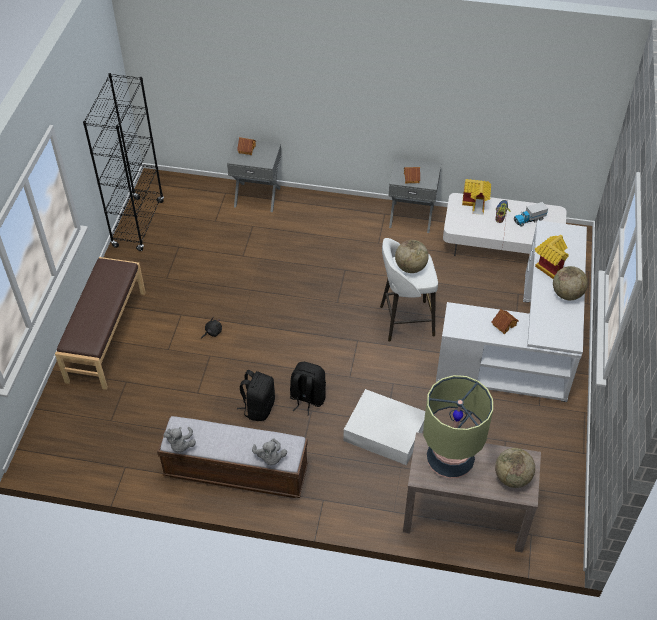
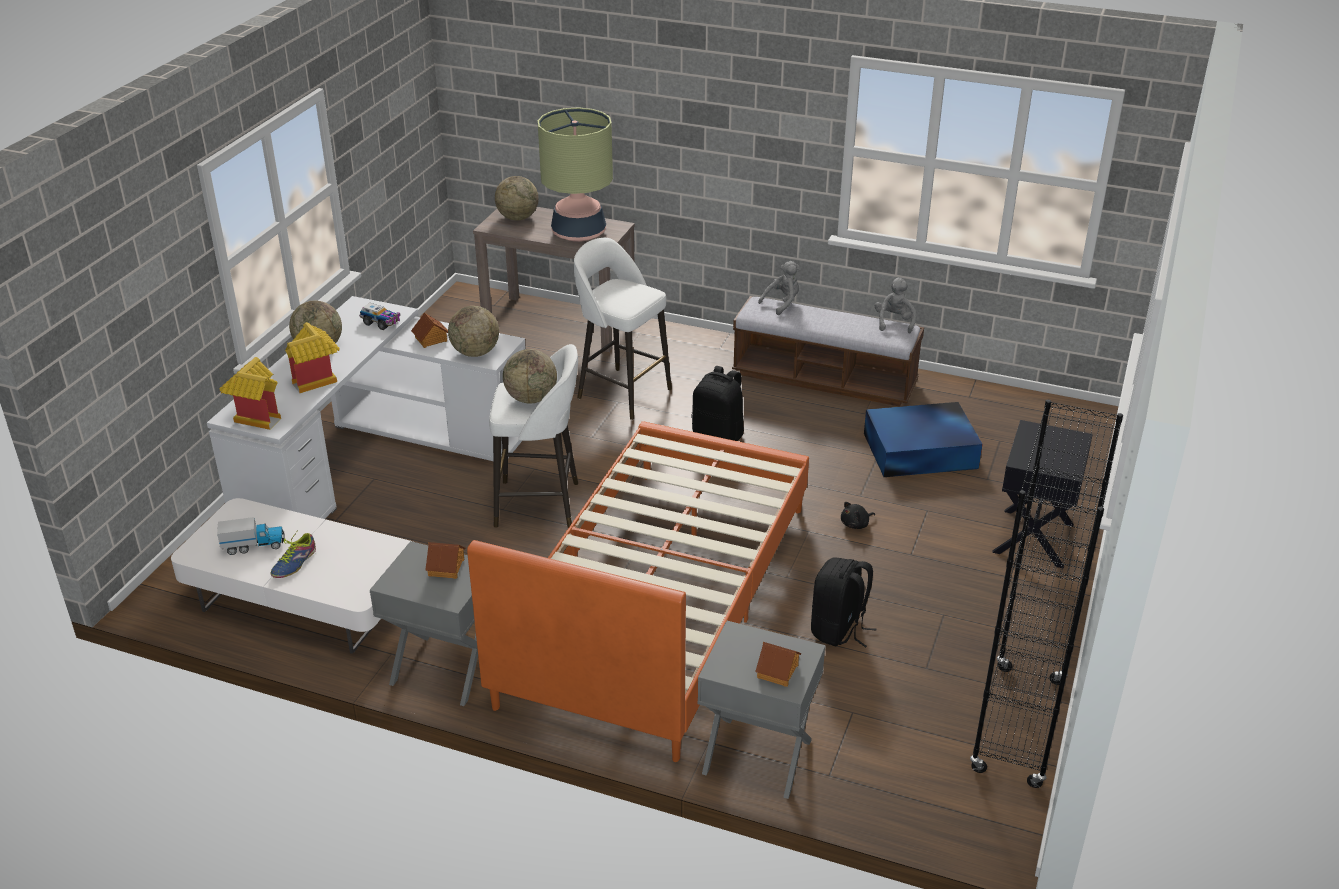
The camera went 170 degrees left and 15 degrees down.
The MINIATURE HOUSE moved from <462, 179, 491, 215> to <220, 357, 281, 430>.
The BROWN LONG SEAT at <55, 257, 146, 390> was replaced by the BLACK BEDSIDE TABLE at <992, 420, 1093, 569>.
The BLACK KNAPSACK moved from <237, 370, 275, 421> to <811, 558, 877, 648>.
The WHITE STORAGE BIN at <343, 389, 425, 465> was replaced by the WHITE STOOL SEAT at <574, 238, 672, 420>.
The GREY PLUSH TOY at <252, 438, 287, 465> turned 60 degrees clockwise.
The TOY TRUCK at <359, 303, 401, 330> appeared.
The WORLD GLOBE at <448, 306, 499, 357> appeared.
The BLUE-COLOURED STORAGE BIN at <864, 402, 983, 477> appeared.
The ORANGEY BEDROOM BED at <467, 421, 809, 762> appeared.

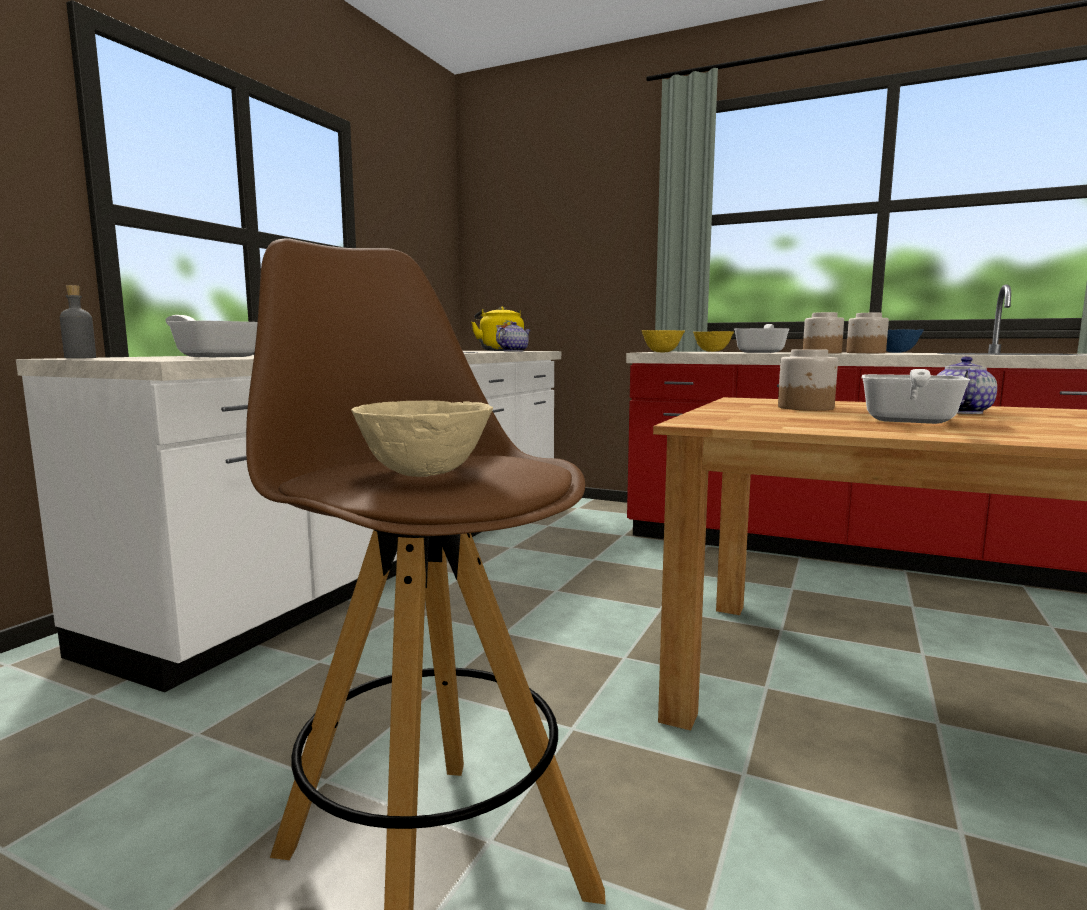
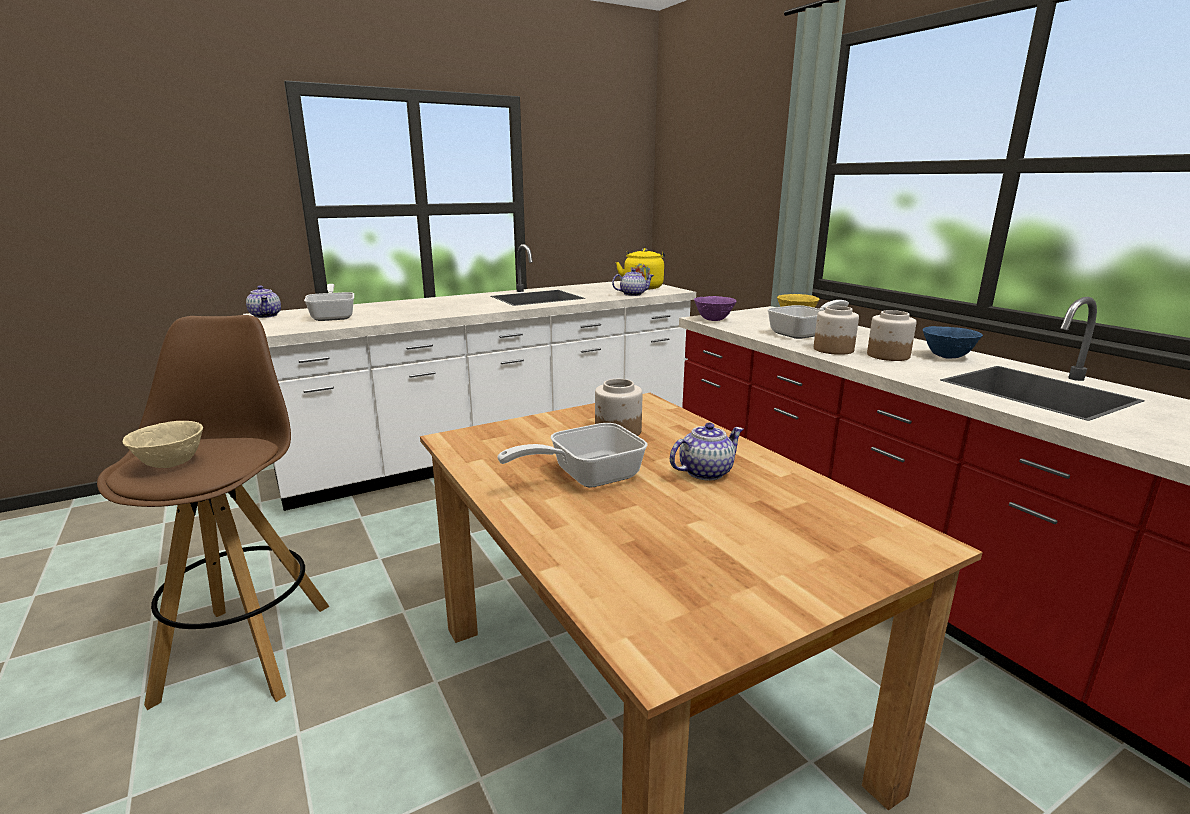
The camera went 35 degrees right and 10 degrees up.
The GREY BEVERAGE BOTTLE at <60, 285, 96, 358> was replaced by the TEAPOT at <246, 285, 281, 318>.
The YELLOW DEEP DISH at <642, 330, 685, 352> became the PURPLE-COLOURED DEEP DISH at <694, 296, 737, 321>.

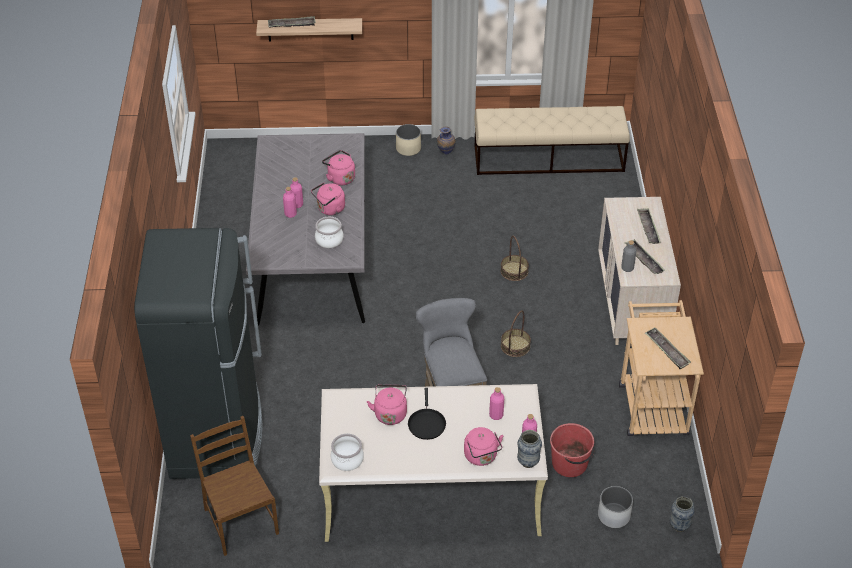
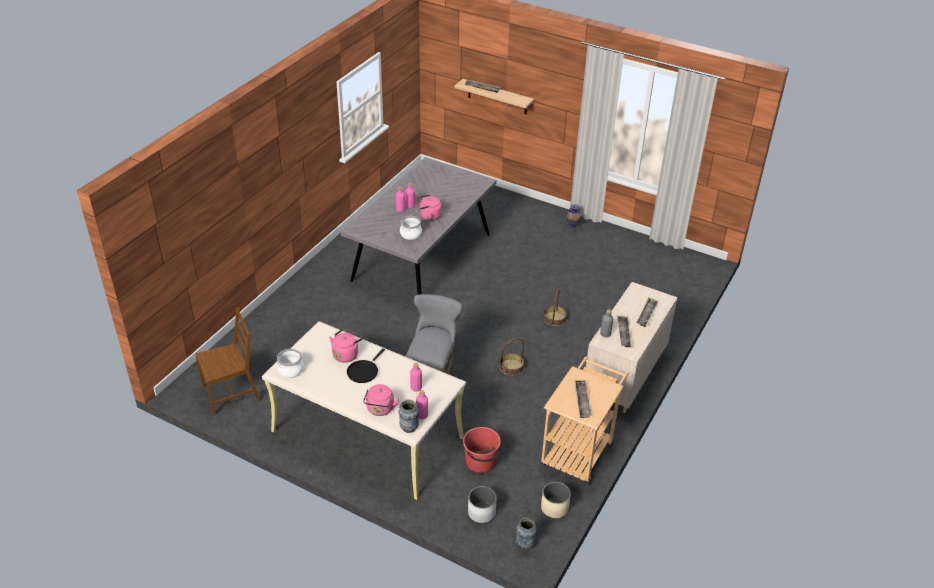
The camera went 30 degrees right and 5 degrees down.
The SAND-COLOURED LONG SEAT at <474, 106, 630, 175> disappeared.
The SAND-COLOURED PLANT POT moved from <396, 124, 421, 156> to <541, 482, 571, 518>.
The PINK TEA KETTLE at <322, 150, 355, 186> disappeared.
The BLACK KITCHEN FRIDGE at <134, 228, 263, 479> disappeared.
The BROWN CHAIR at <190, 416, 279, 556> turned 60 degrees clockwise.

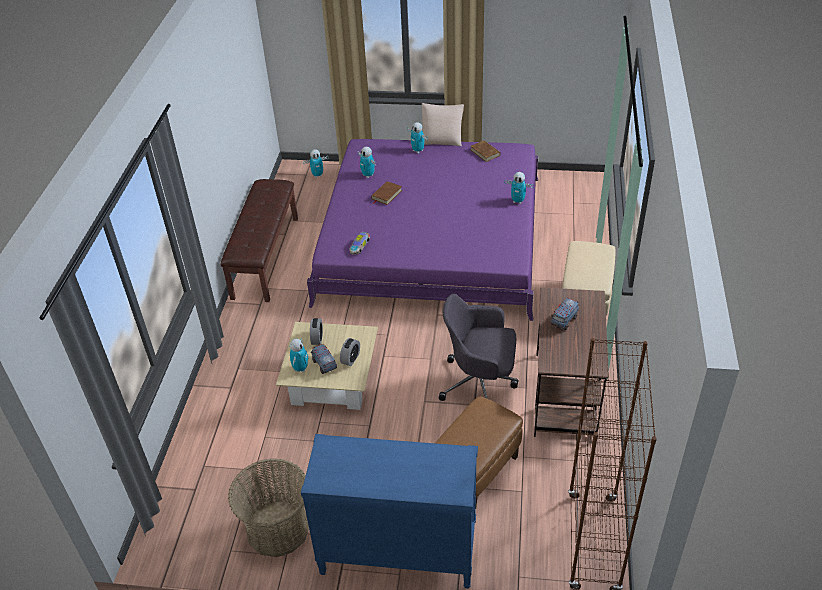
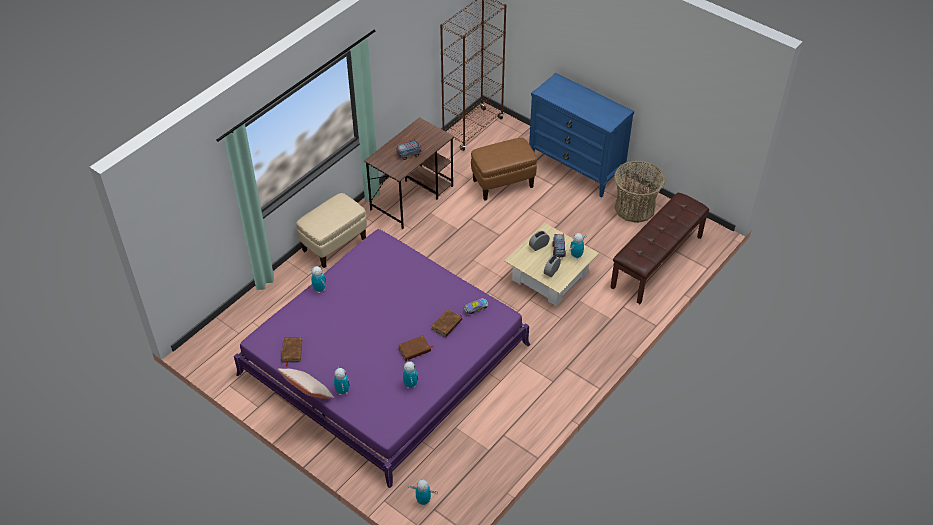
The camera went 150 degrees left and 5 degrees up.
The BROWN LONG SEAT moved from <221, 179, 298, 302> to <610, 193, 709, 304>.
The GREY COMPUTER CHAIR at <439, 294, 518, 401> disappeared.
The BROWN BOOK at <432, 309, 462, 337> appeared.

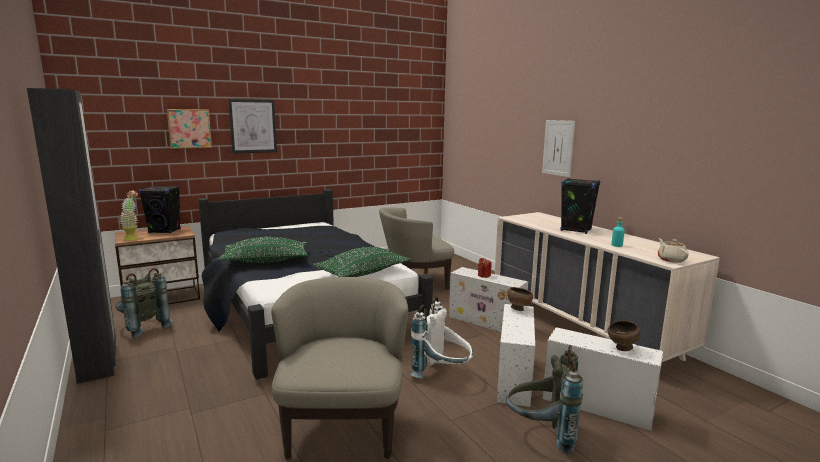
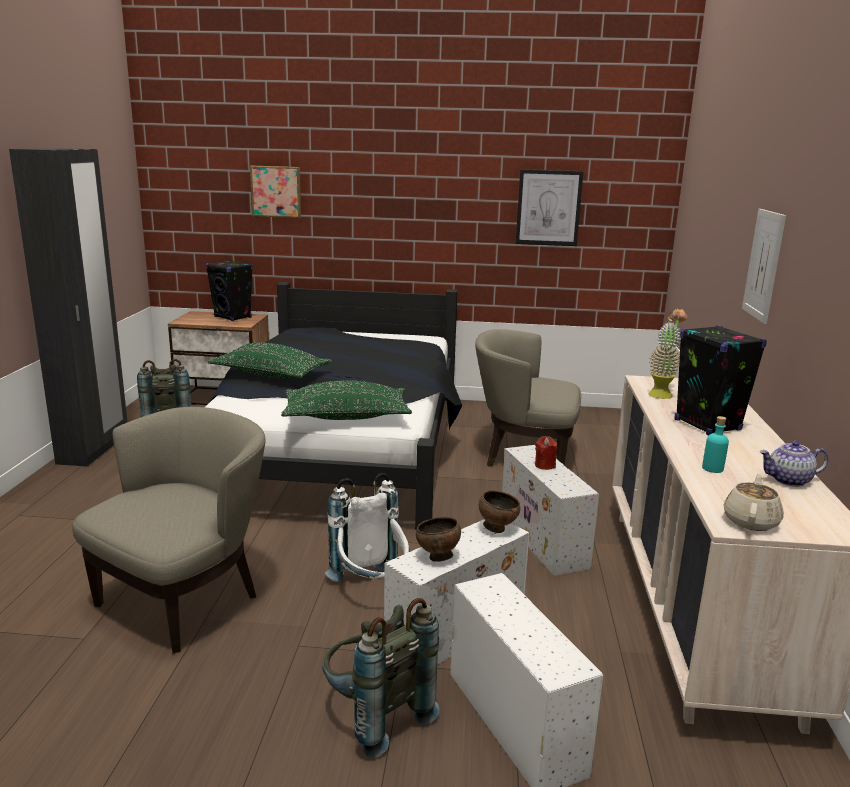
The camera went 35 degrees right and 5 degrees up.
The PICTURE moved from <228, 99, 277, 154> to <516, 169, 583, 246>.
The HOUSEPLANT moved from <119, 191, 138, 240> to <648, 309, 687, 399>.
The BROWN DEEP DISH moved from <607, 320, 640, 351> to <416, 517, 461, 562>.
The TEAPOT at <759, 441, 829, 487> appeared.

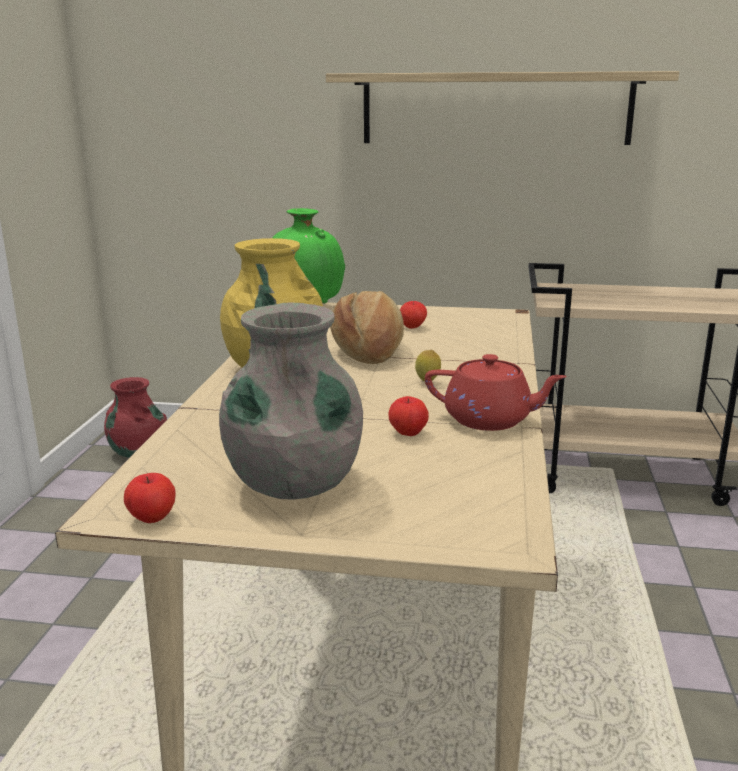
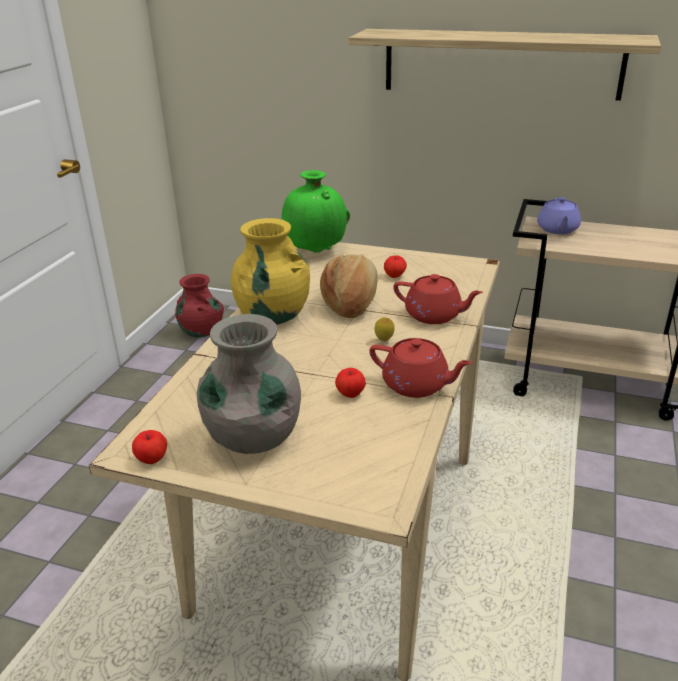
The camera went 10 degrees right and 10 degrees up.
The PURPLE-COLOURED TEAPOT at <537, 197, 581, 234> appeared.
The REDDISH TEAPOT at <393, 274, 483, 324> appeared.

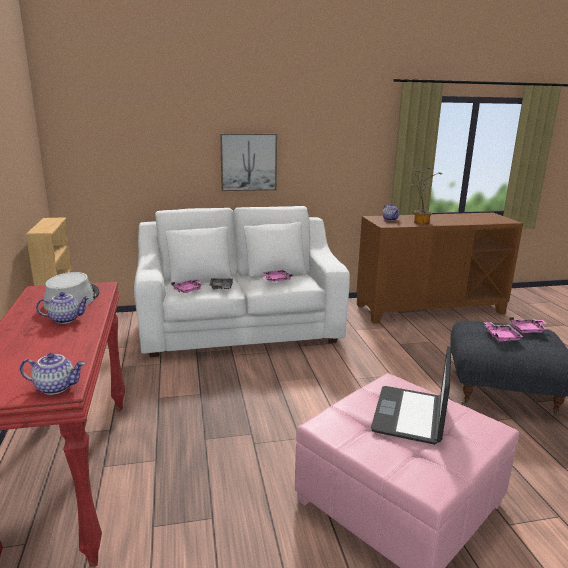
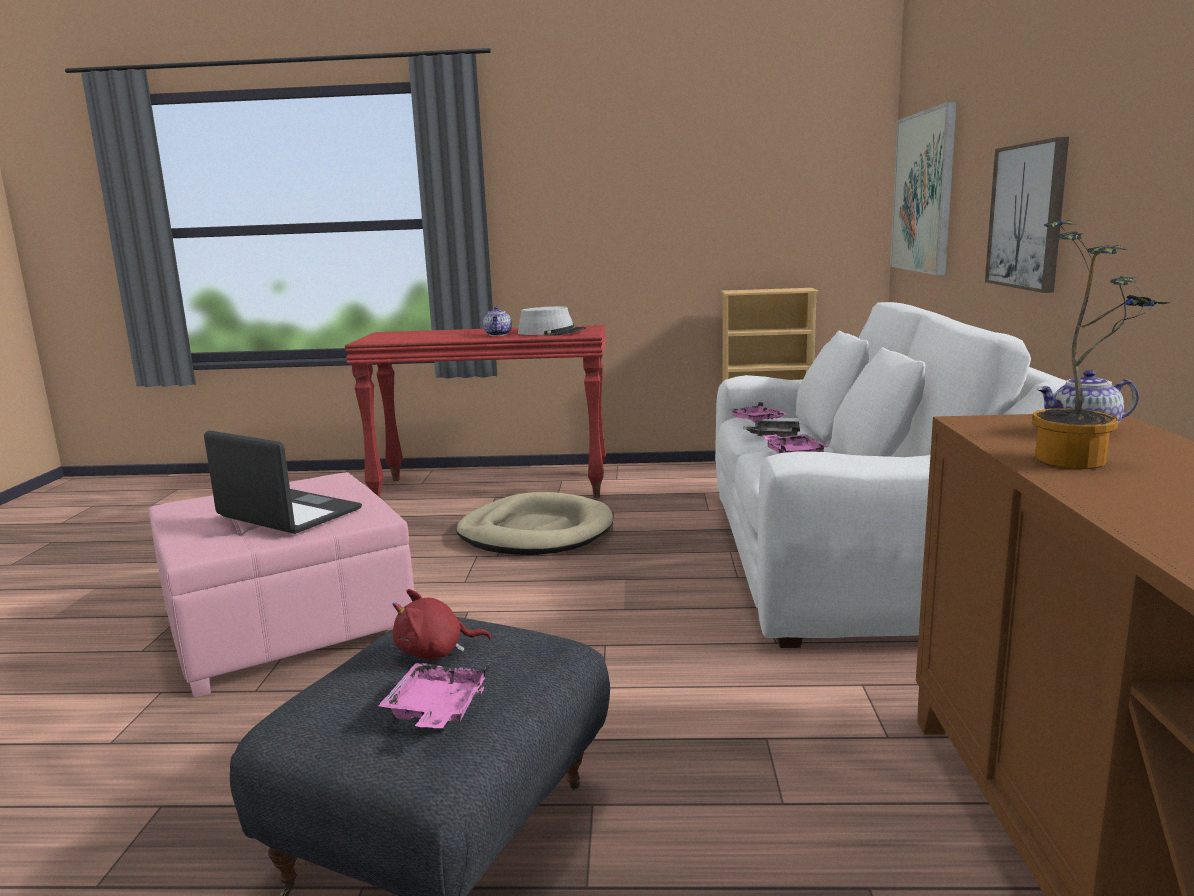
The camera went 105 degrees right and 5 degrees down.
The PINK SERVING TRAY at <484, 322, 523, 342> was replaced by the REDDISH PLUSH TOY at <392, 589, 491, 659>.
The TEAPOT at <20, 353, 85, 395> disappeared.
The PICTURE at <890, 101, 957, 275> appeared.
The SAND-COLOURED DOG CUSHION at <456, 492, 613, 555> appeared.

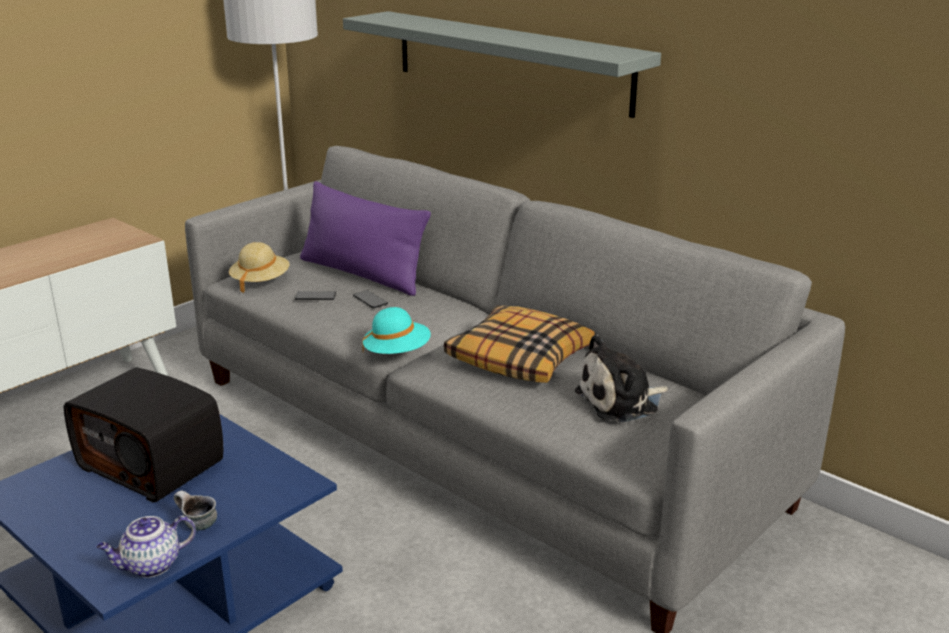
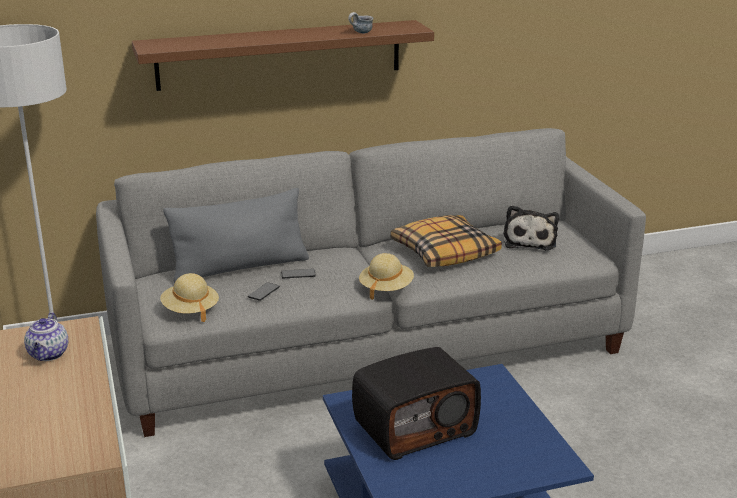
The camera went 60 degrees left and 0 degrees up.
The GREY BRACKET SHELF at <343, 11, 661, 118> became the BROWN BRACKET SHELF at <132, 20, 434, 91>.
The PURPLE-COLOURED CUSHION at <300, 181, 431, 296> became the GREY CUSHION at <163, 188, 309, 283>.
The BLUE-GREEN WEARABLE HAT at <362, 307, 431, 354> became the SAND-COLOURED WEARABLE HAT at <359, 253, 414, 300>.
The COFFEE MUG moved from <174, 491, 217, 530> to <348, 12, 373, 33>.
The TEAPOT moved from <96, 515, 196, 578> to <24, 312, 68, 361>.

